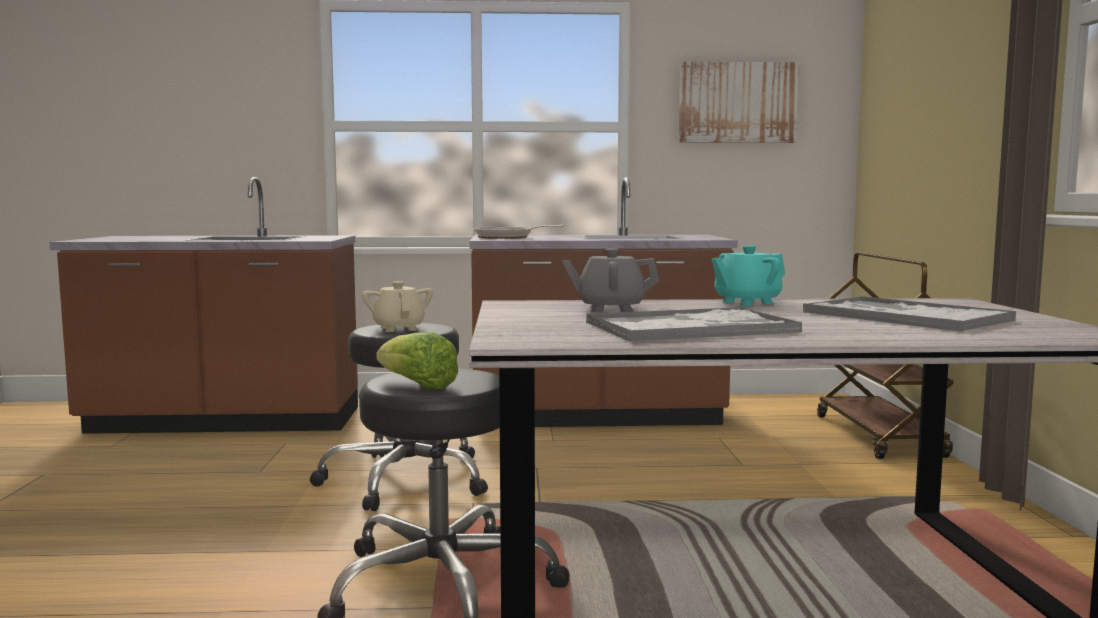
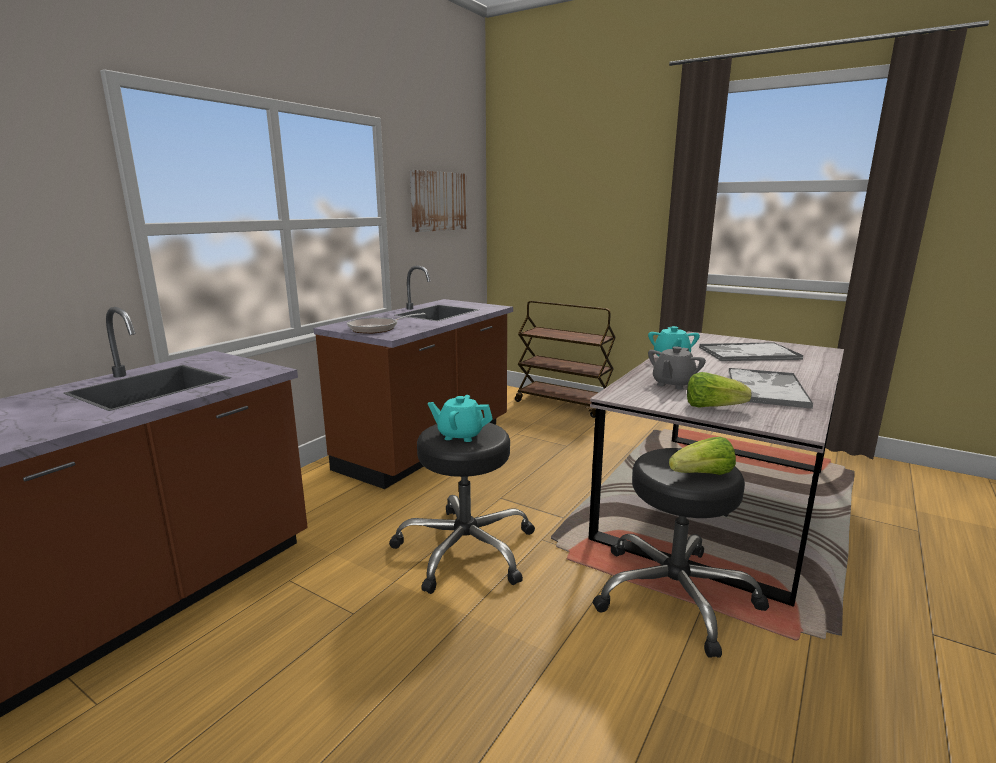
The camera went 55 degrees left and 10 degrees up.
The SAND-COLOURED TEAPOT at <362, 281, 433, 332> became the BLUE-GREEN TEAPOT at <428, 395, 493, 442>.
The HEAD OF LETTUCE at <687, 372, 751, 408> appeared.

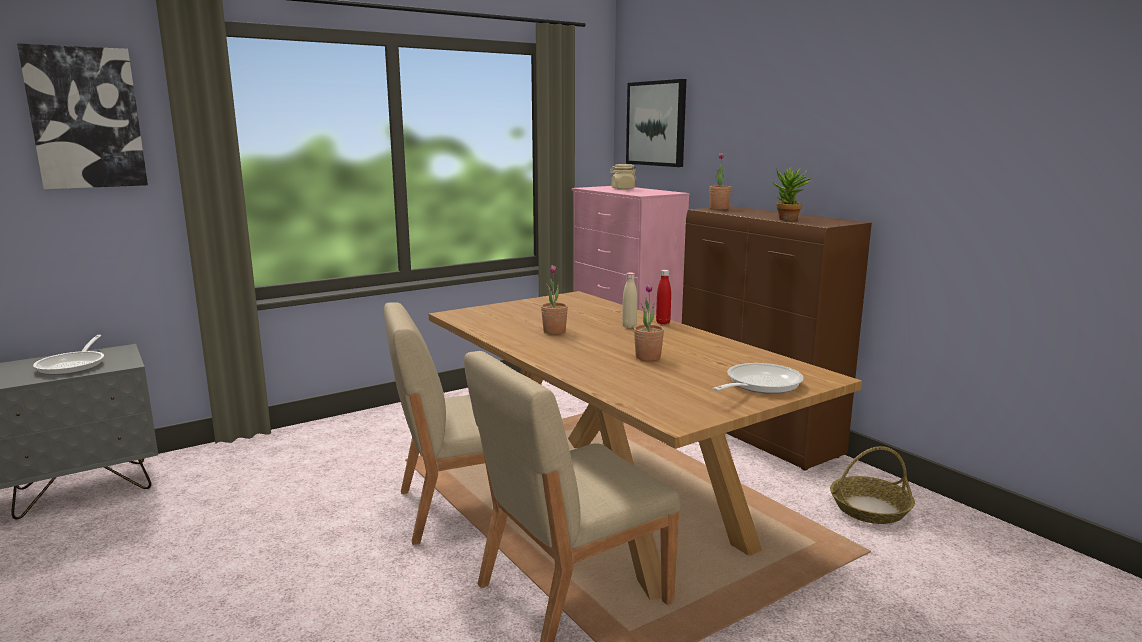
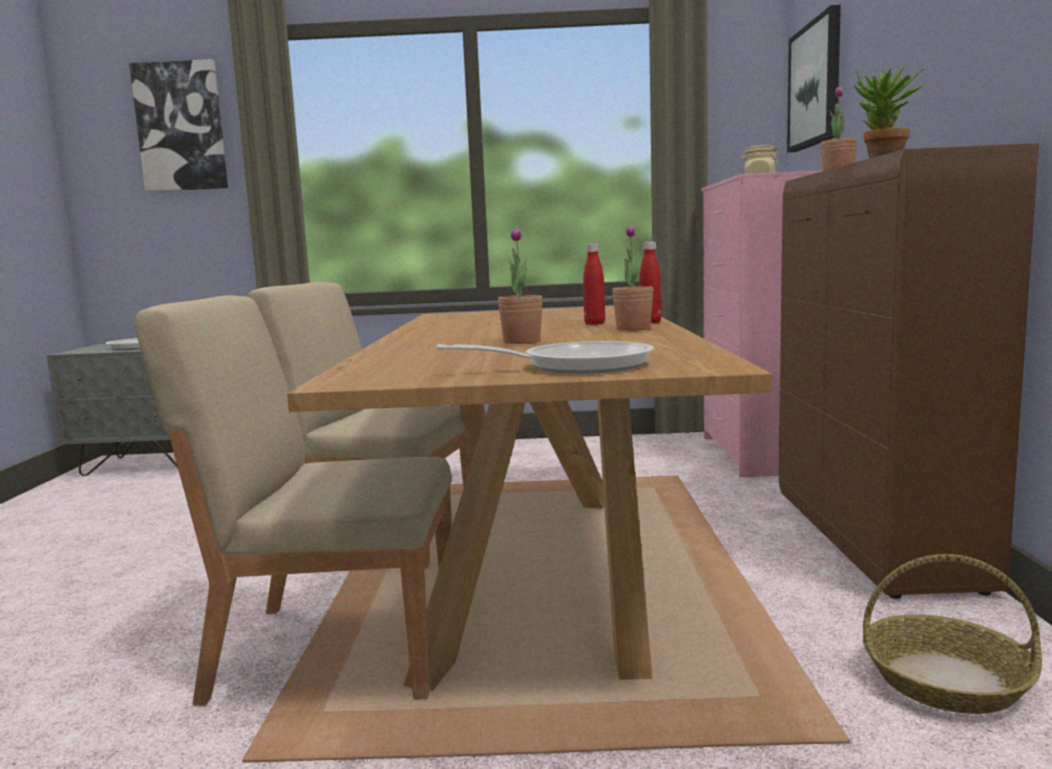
The camera went 35 degrees right and 5 degrees down.
The HOUSEPLANT moved from <541, 265, 568, 334> to <612, 225, 654, 331>.
The SAND-COLOURED BEVERAGE BOTTLE at <622, 272, 637, 328> became the REDDISH BEVERAGE BOTTLE at <583, 244, 605, 325>.

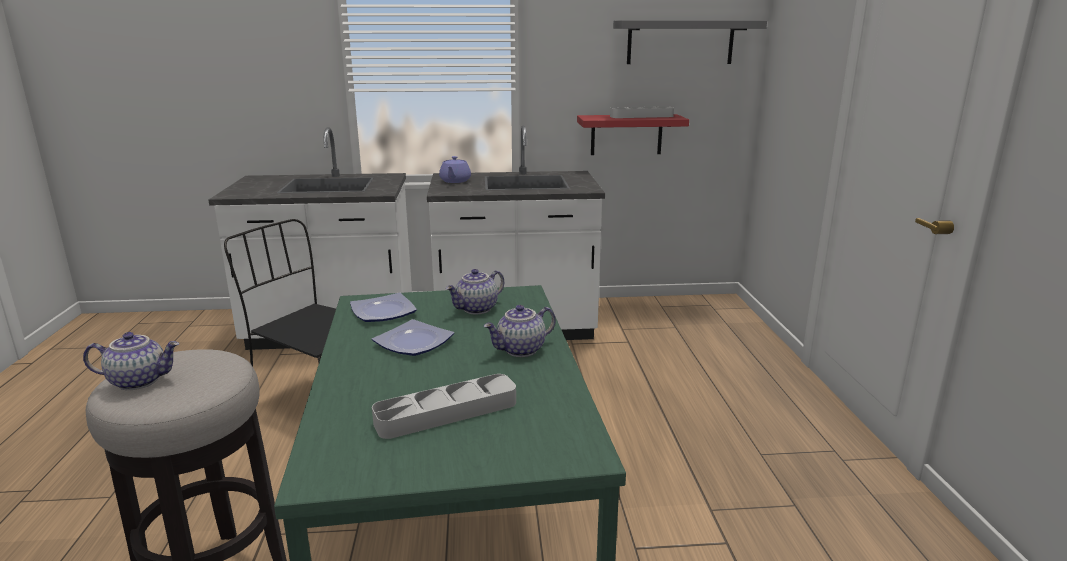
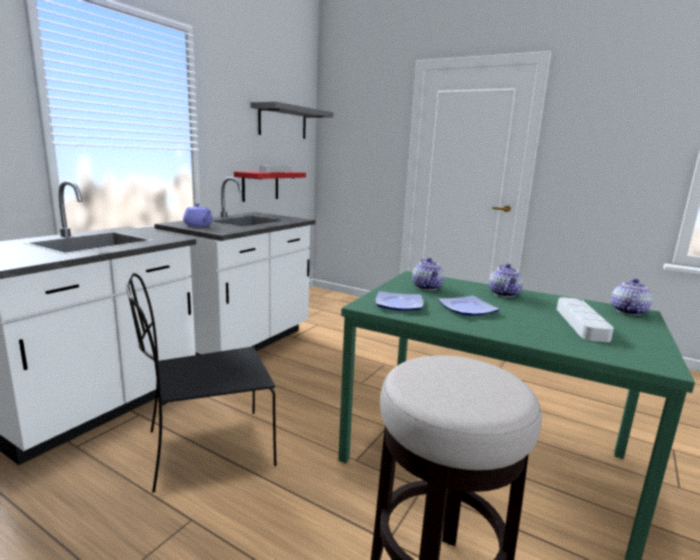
The camera went 55 degrees left and 5 degrees down.
The TEAPOT moved from <83, 332, 179, 390> to <611, 279, 653, 315>.

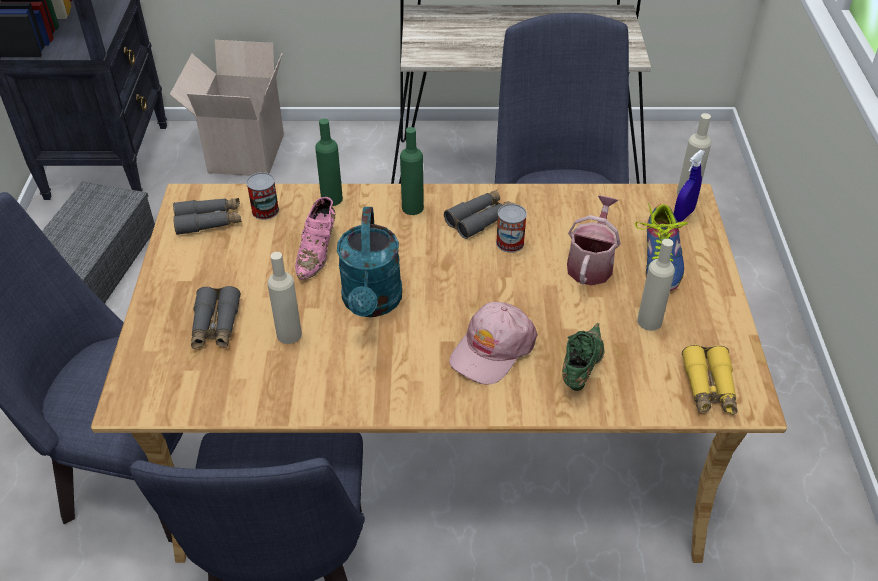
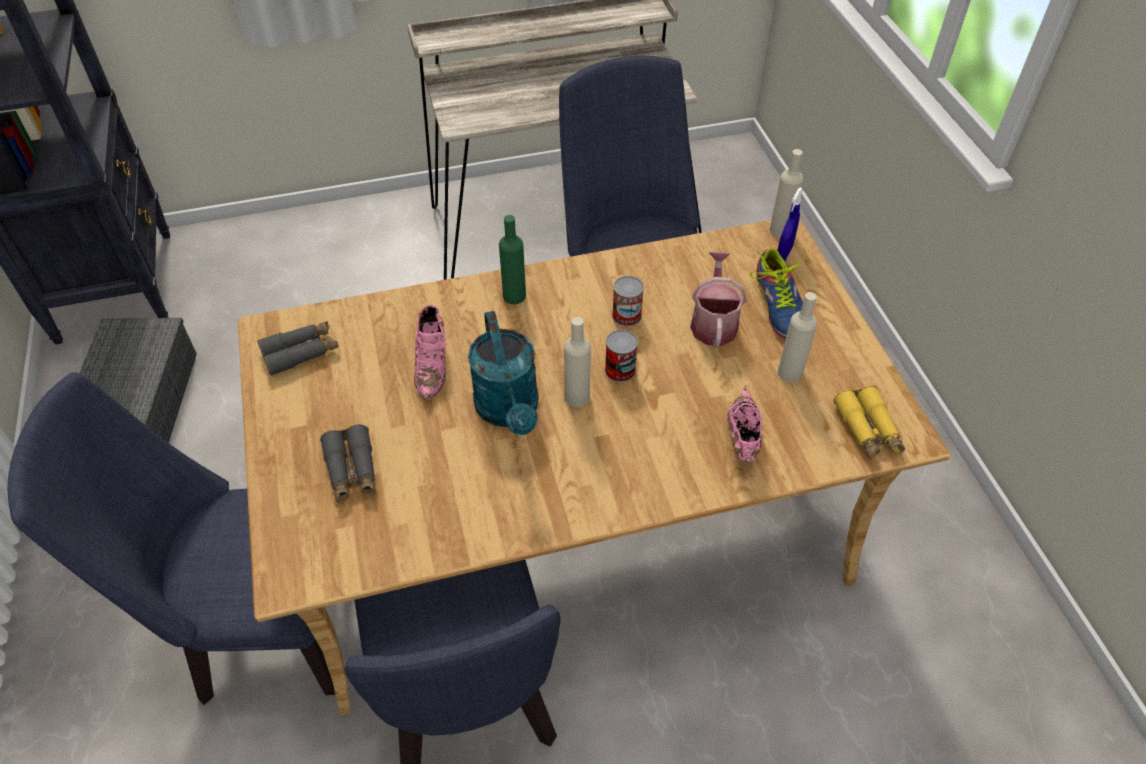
The camera went 15 degrees left and 5 degrees up.
The CARTON at <170, 40, 284, 176> disappeared.
The GREENISH BEVERAGE BOTTLE at <315, 118, 343, 206> disappeared.
The SEALED CAN moved from <246, 172, 279, 220> to <605, 330, 638, 382>.
The GREY BINOCULARS at <444, 190, 515, 239> disappeared.
The SAND-COLOURED BEVERAGE BOTTLE moved from <267, 252, 302, 344> to <564, 317, 591, 407>.
The PINK BASEBALL CAP at <449, 302, 538, 385> disappeared.
The GREENISH LOW SHOE at <562, 323, 605, 391> became the PINK LOW SHOE at <727, 386, 762, 462>.

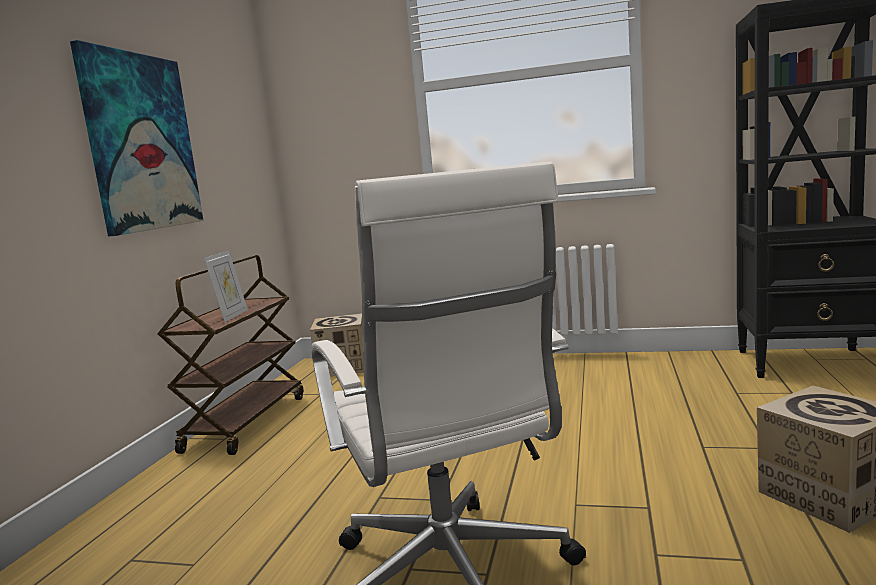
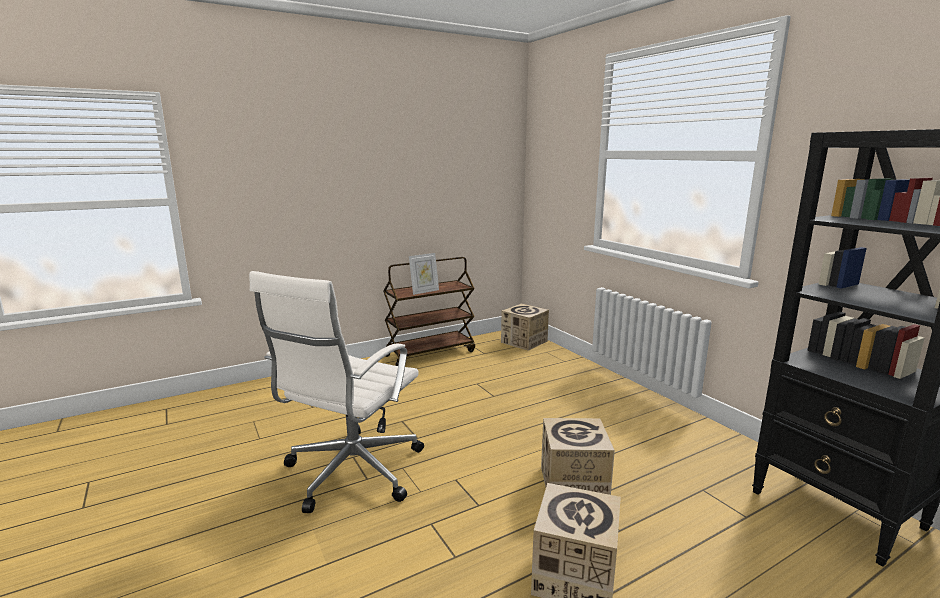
The camera went 45 degrees right and 5 degrees up.
The PICTURE at <70, 40, 203, 237> disappeared.
The CARTON at <541, 418, 615, 495> appeared.

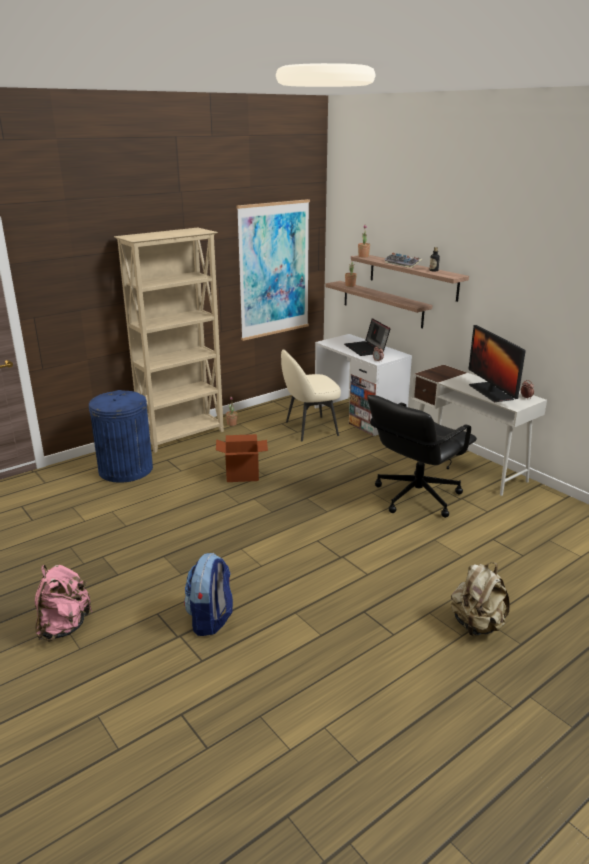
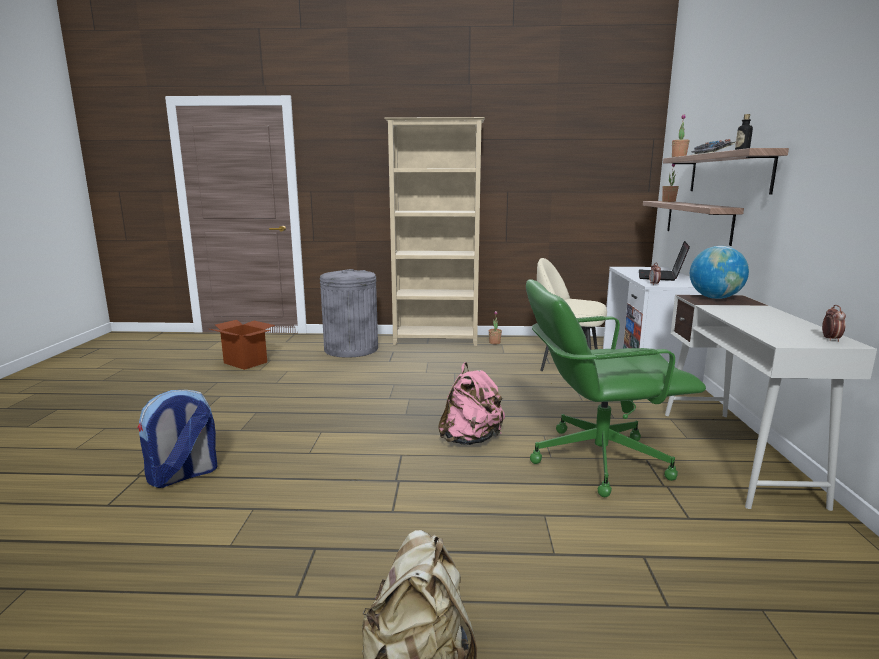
The camera went 40 degrees right and 10 degrees down.
The PICTURE at <236, 199, 310, 341> disappeared.
The COMPUTER DISPLAY at <469, 325, 526, 402> disappeared.
The BLUE-COLOURED TRASH CAN at <89, 390, 153, 483> became the GREY TRASH CAN at <320, 269, 378, 358>.
The BLACK COMPUTER CHAIR at <367, 395, 477, 518> became the GREENISH COMPUTER CHAIR at <526, 279, 706, 497>.
The CARTON moved from <216, 434, 268, 482> to <210, 320, 275, 370>.
The PINK KNAPSACK moved from <35, 565, 93, 642> to <438, 362, 505, 445>.
The WORLD GLOBE at <690, 246, 749, 299> appeared.

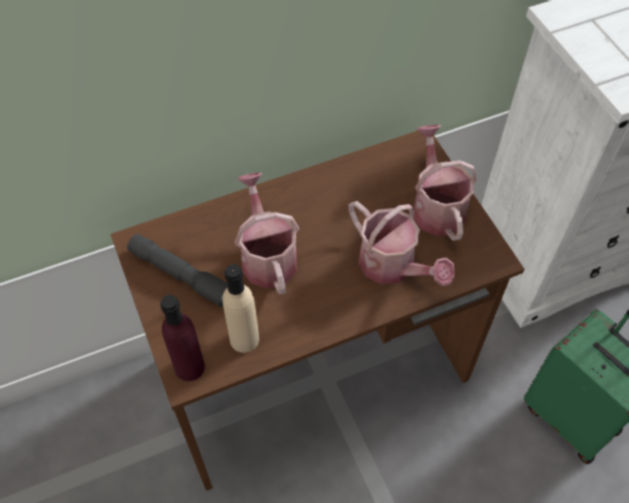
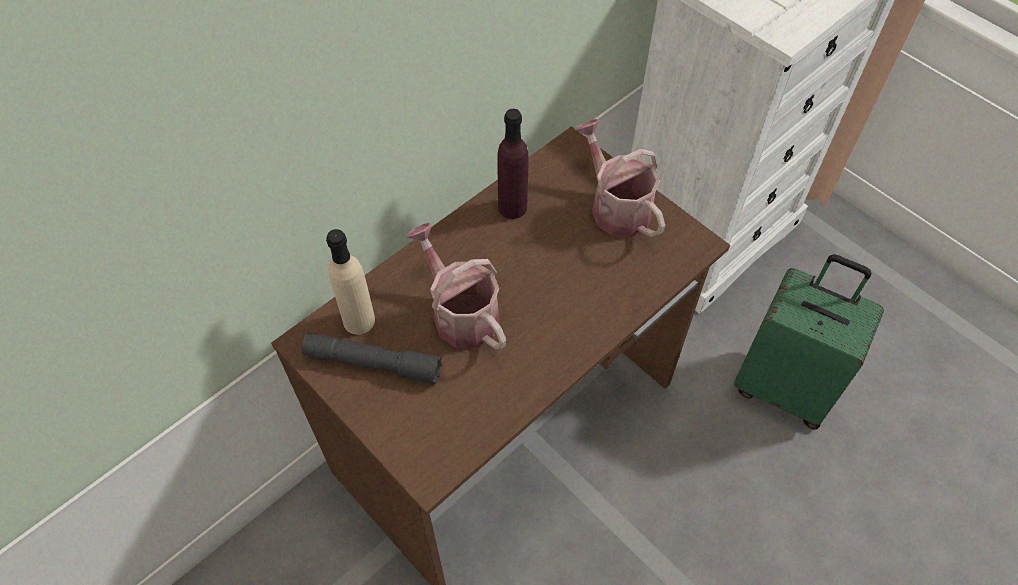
The camera went 20 degrees left and 0 degrees up.
The WATERING POT at <348, 201, 455, 286> disappeared.
The SAND-COLOURED BEVERAGE BOTTLE moved from <223, 264, 259, 353> to <326, 229, 375, 335>.
The PURPLE-COLOURED BEVERAGE BOTTLE moved from <160, 295, 205, 381> to <497, 109, 528, 219>.

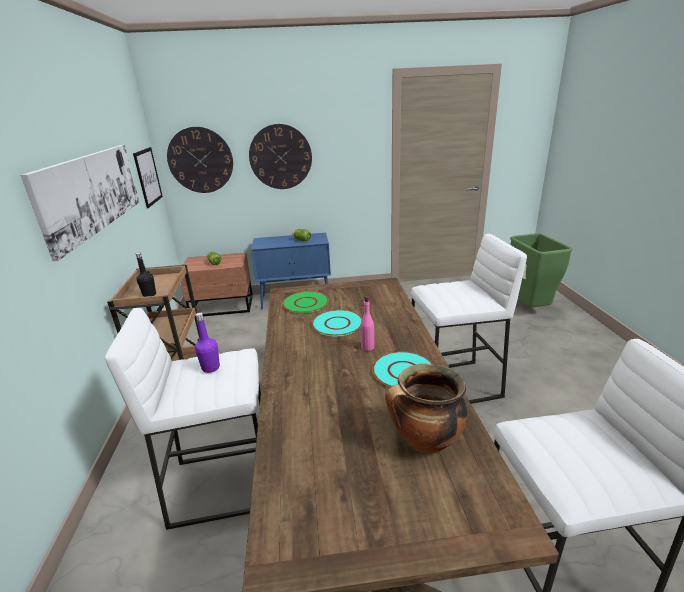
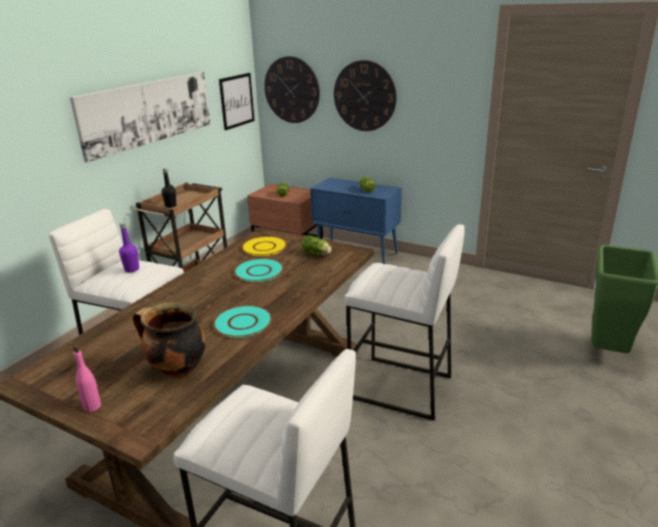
The camera went 35 degrees right and 0 degrees up.
The GREENISH DINNER PLATE at <282, 291, 329, 313> became the YELLOW DINNER PLATE at <242, 236, 287, 256>.
The PINK BEVERAGE BOTTLE moved from <361, 296, 374, 351> to <73, 345, 101, 412>.
The HEAD OF LETTUCE at <302, 235, 332, 255> appeared.

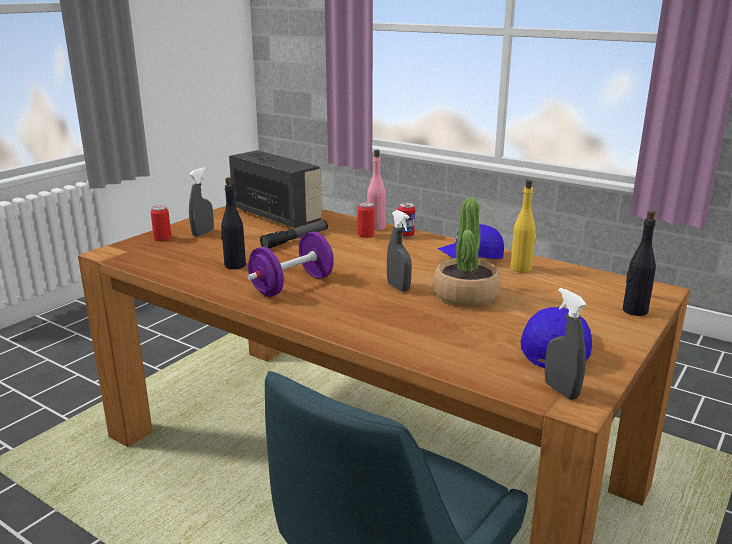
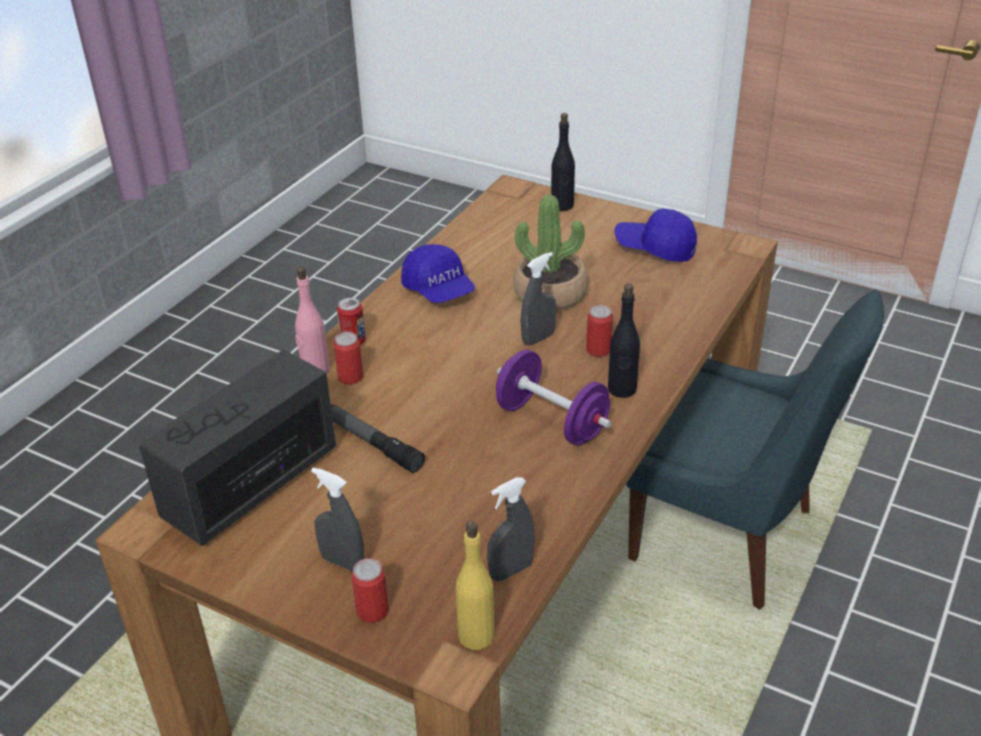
The camera went 95 degrees left and 15 degrees up.
The BLACK BEVERAGE BOTTLE moved from <221, 177, 246, 269> to <608, 284, 640, 398>.
The YELLOW BEVERAGE BOTTLE moved from <510, 179, 536, 273> to <456, 521, 495, 650>.
The GREY SPRAYER moved from <545, 288, 586, 400> to <487, 477, 535, 581>.
The SEALED CAN at <586, 305, 613, 357> appeared.

